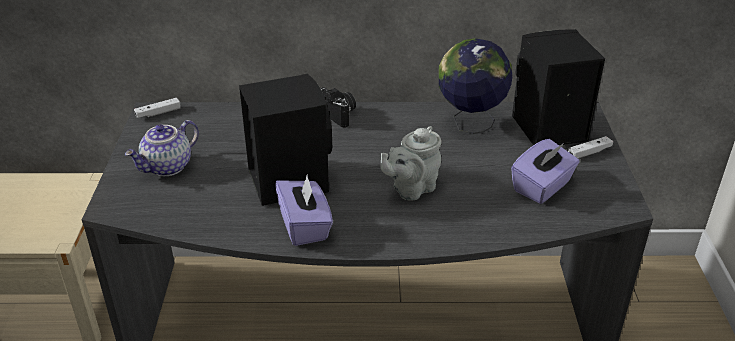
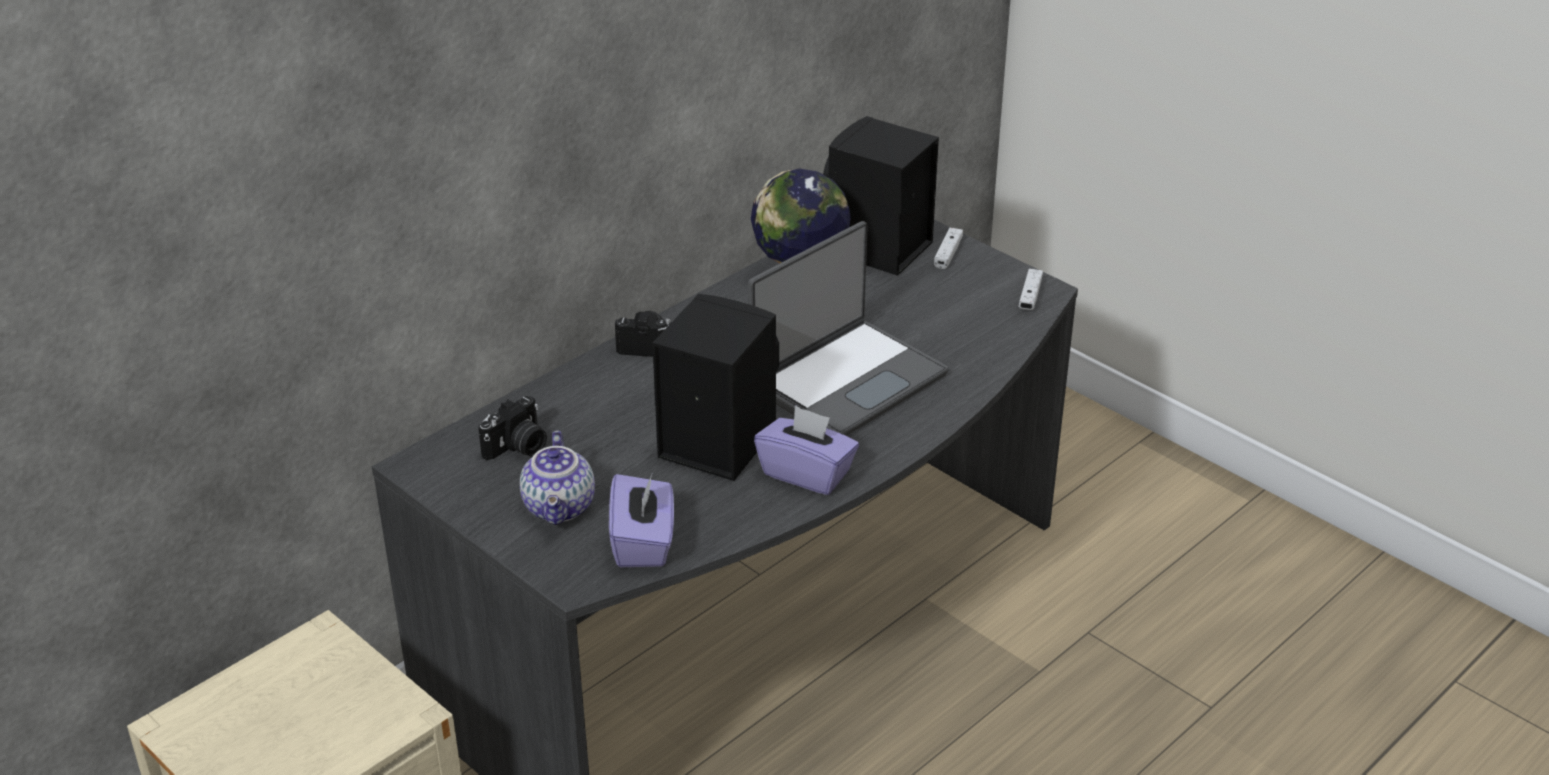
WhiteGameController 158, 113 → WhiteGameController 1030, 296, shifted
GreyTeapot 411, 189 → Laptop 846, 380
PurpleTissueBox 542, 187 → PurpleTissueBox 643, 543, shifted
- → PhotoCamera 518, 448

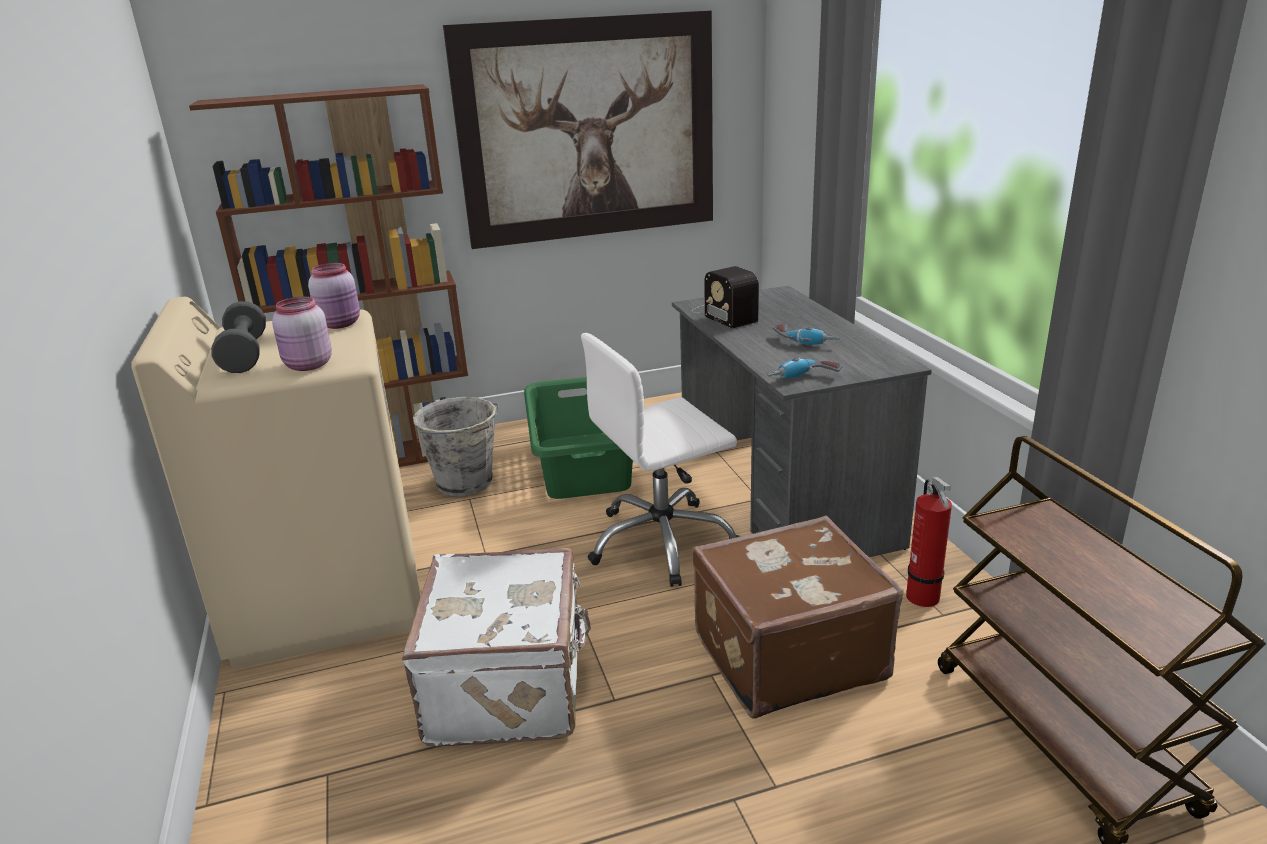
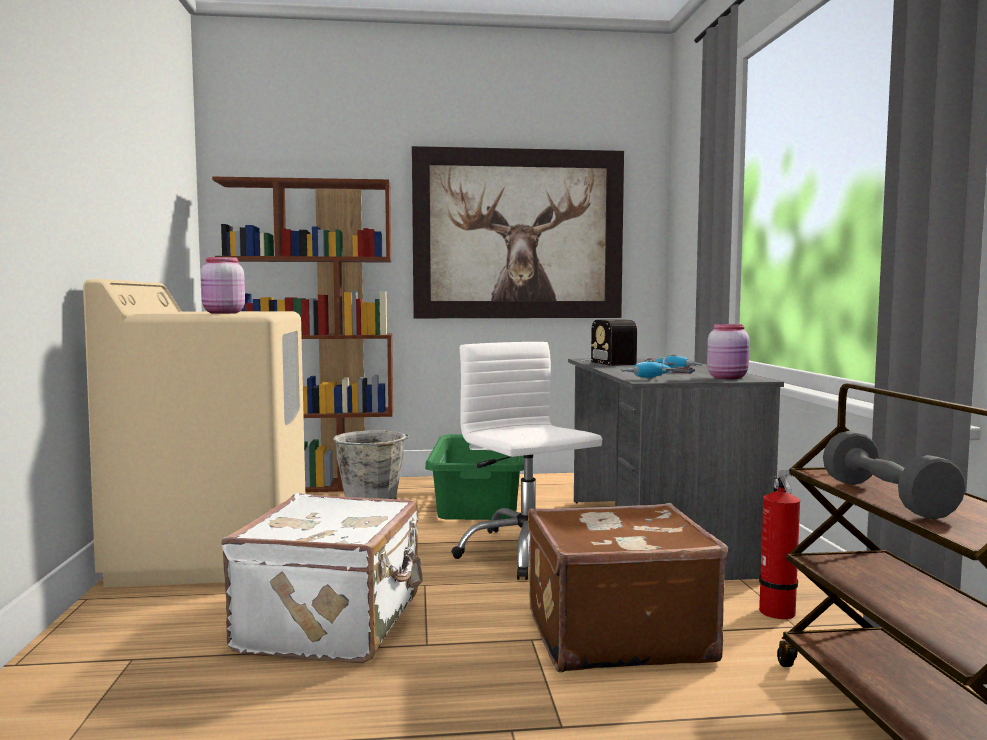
PinkJar 341, 324 → PinkJar 728, 377, shifted
GreyDumbbell 245, 355 → GreyDumbbell 886, 498, shifted
WhiteOfficeChair 662, 542 → WhiteOfficeChair 526, 552, 75 degrees clockwise

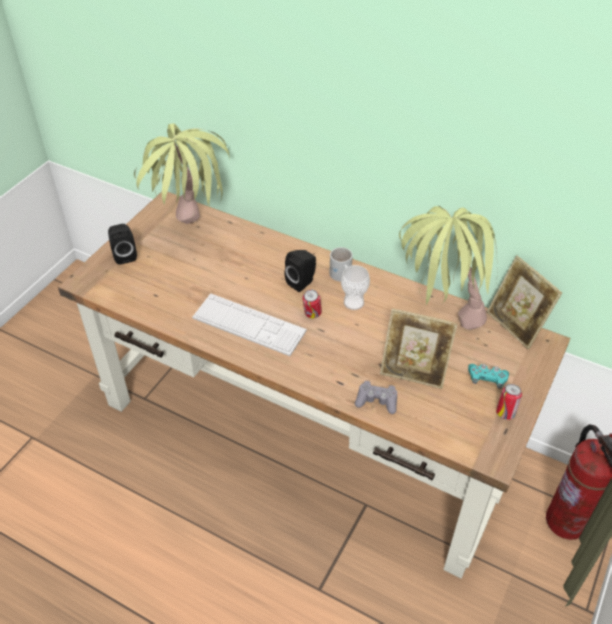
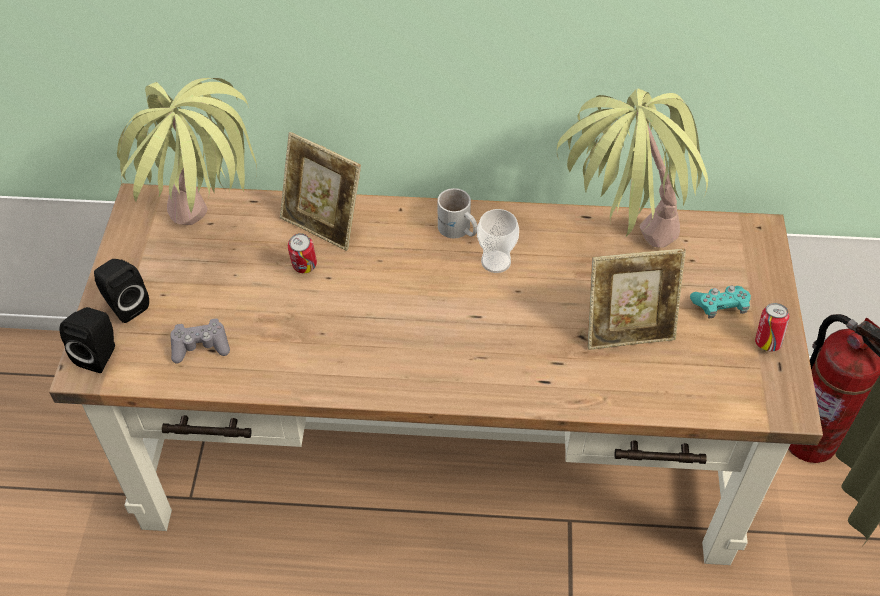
BlackSpeaker 302, 282 → BlackSpeaker 100, 354, shifted
PictureFrame 515, 326 → PictureFrame 323, 224, shifted
Can 312, 315 → Can 304, 268, shifted
Keyboard 249, 325 → -
GreyGameController 376, 401 → GreyGameController 200, 346, shifted

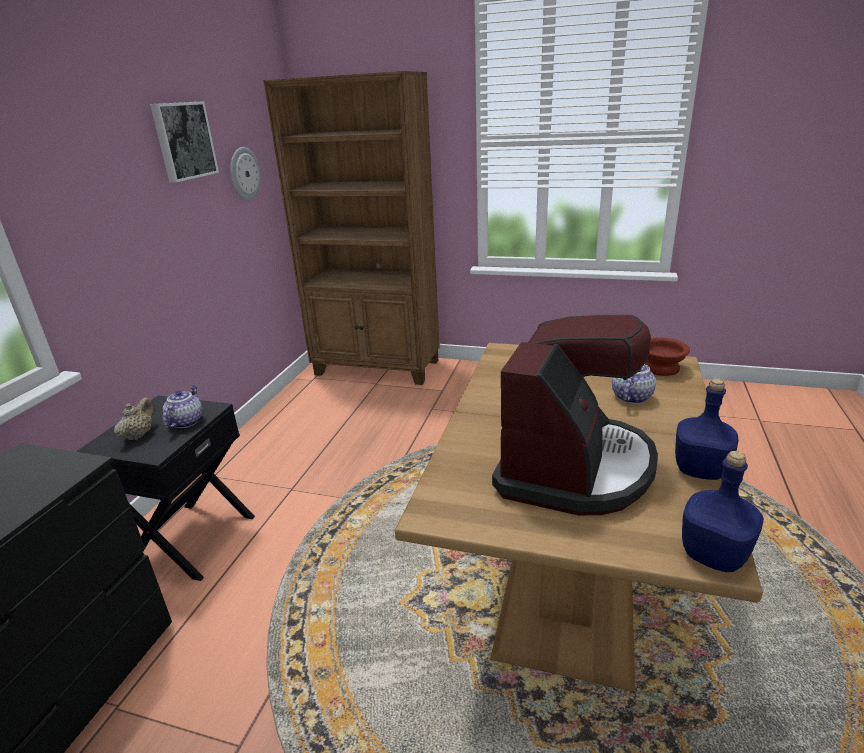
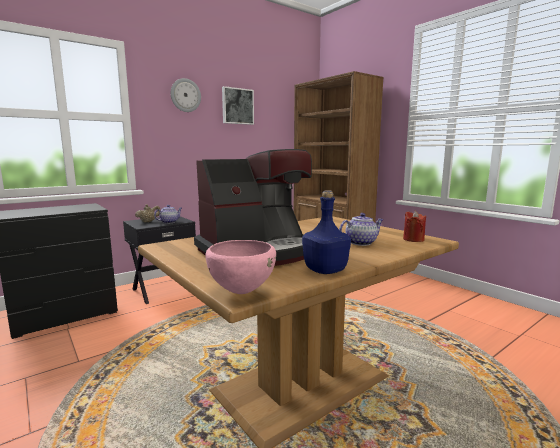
WallClock 244, 174 → WallClock 185, 95, shifted
BrownBowl 660, 369 → RedCandle 413, 239
BlueBottle 712, 554 → PinkBowl 241, 292

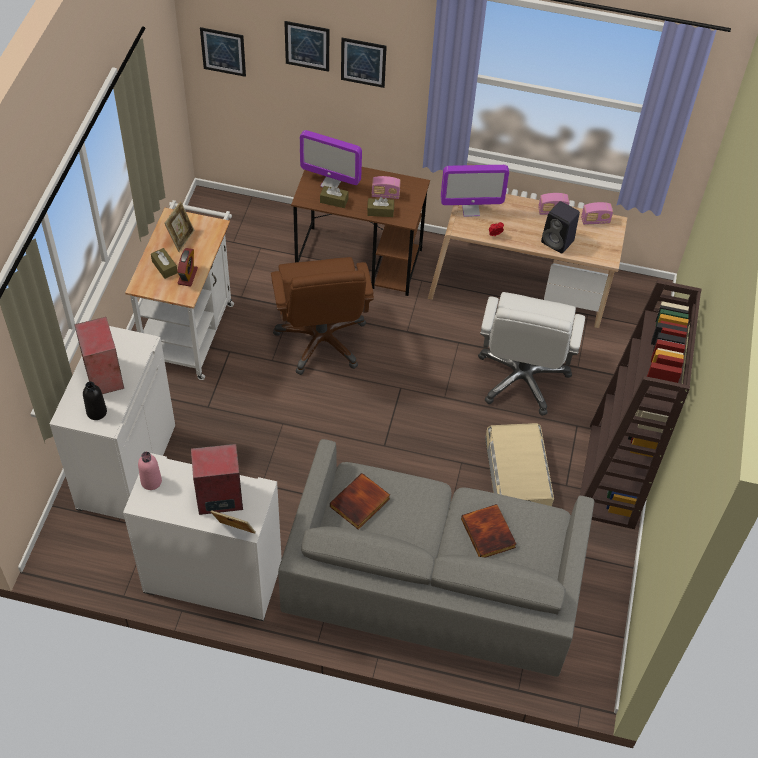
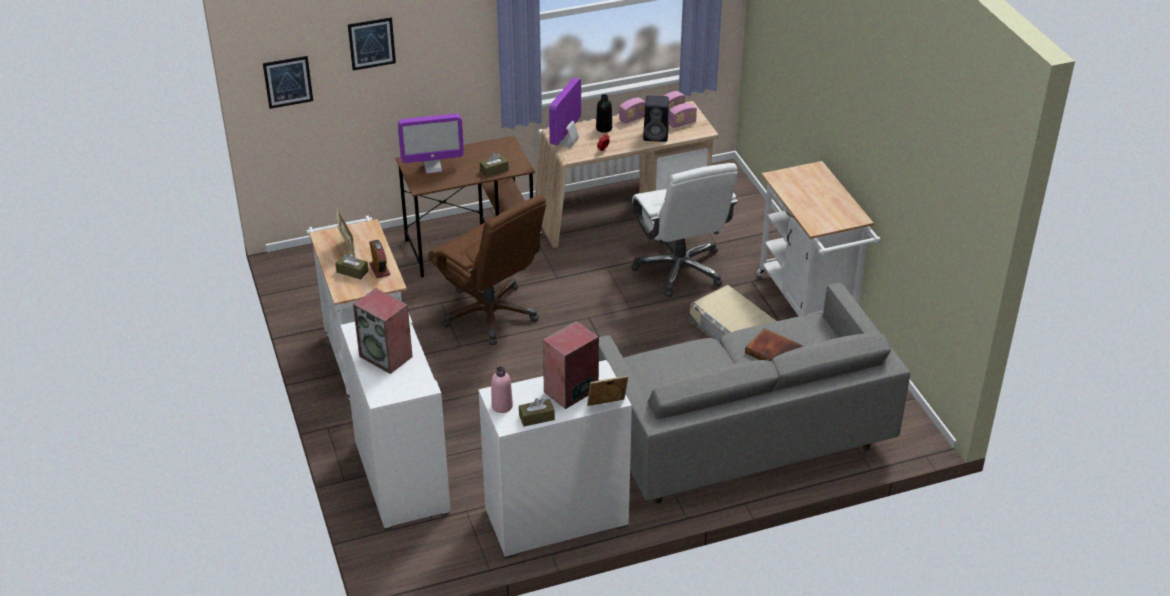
Picture 363, 62 → -
Monitor 470, 210 → Monitor 567, 141, 150 degrees clockwise
Radio 385, 195 → Radio 682, 123, shifted
BrownTissueBox 334, 200 → BrownTissueBox 536, 417, shifted
BrownBookcase 612, 476 → WhiteCart 809, 301
BlackBottle 96, 412 → BlackBottle 604, 128, shifted
Book 360, 503 → -

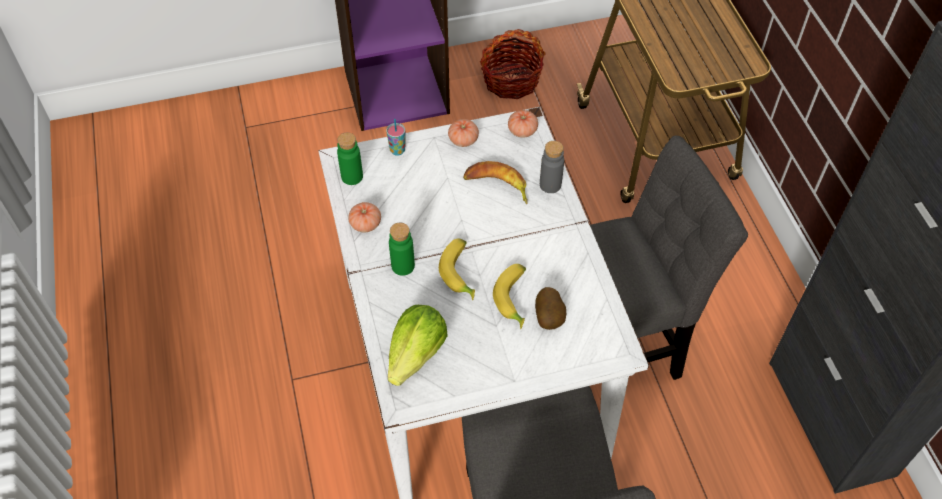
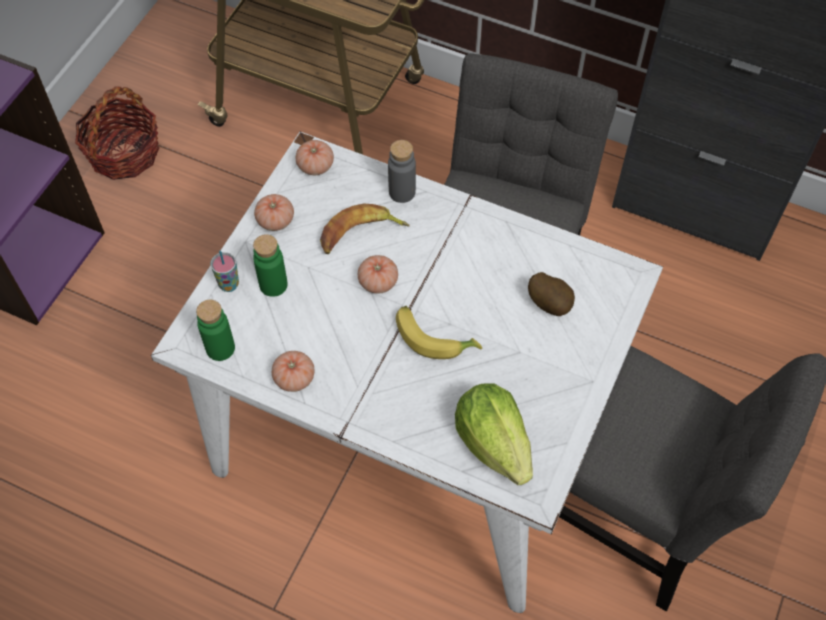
GreenBottle 403, 266 → GreenBottle 273, 284, shifted
Banana 516, 299 → -
- → Tomato 378, 282

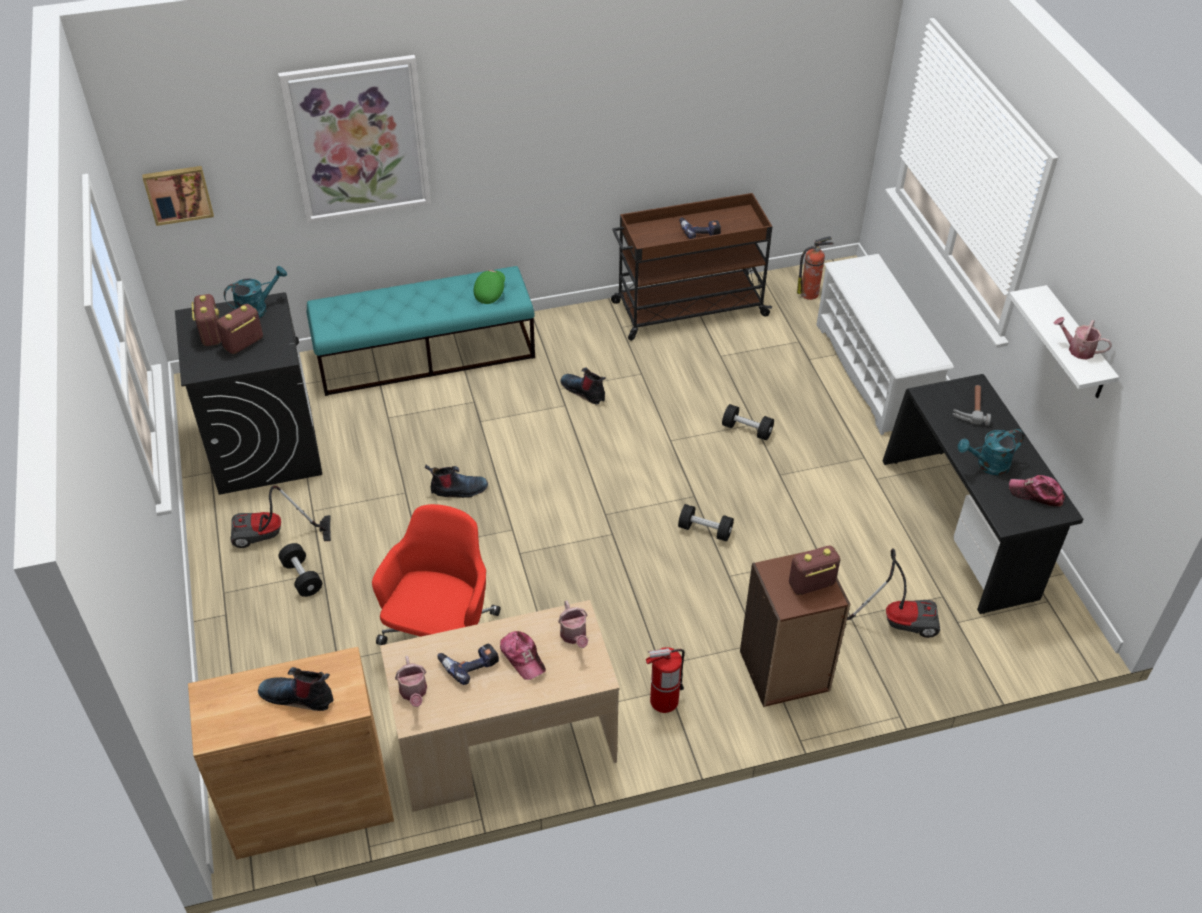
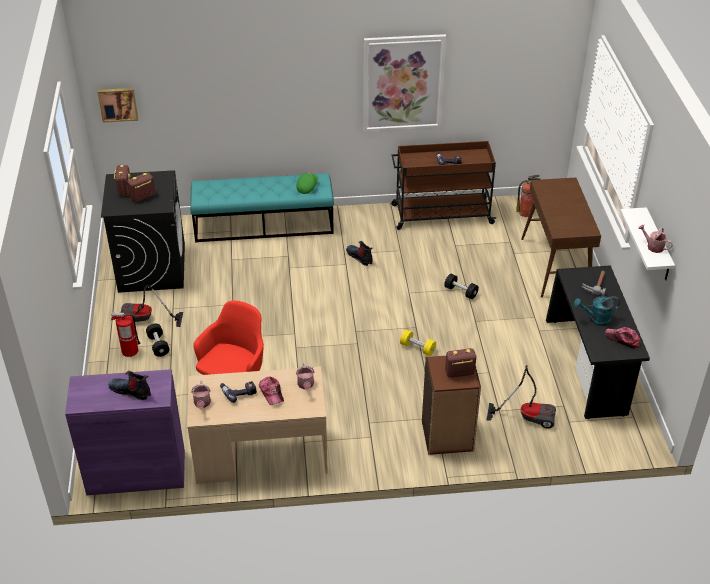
Picture 358, 140 → Picture 403, 83, shifted
WhiteShoeRack 874, 372 → BrownConsoleTable 555, 266
TurquoiseWateringCan 257, 309 → -
Boot 458, 490 → -
BlackDumbbell 705, 530 → YellowDumbbell 417, 348
BrownCabinet 311, 806 → PurpleCabinet 136, 472
FireExtinguisher 663, 701 → FireExtinguisher 129, 351, shifted

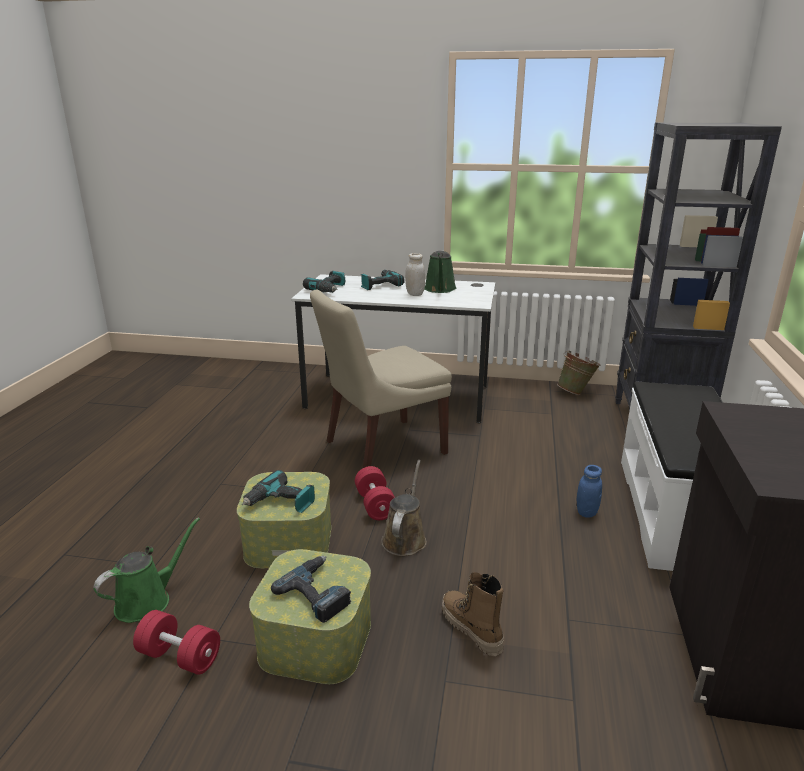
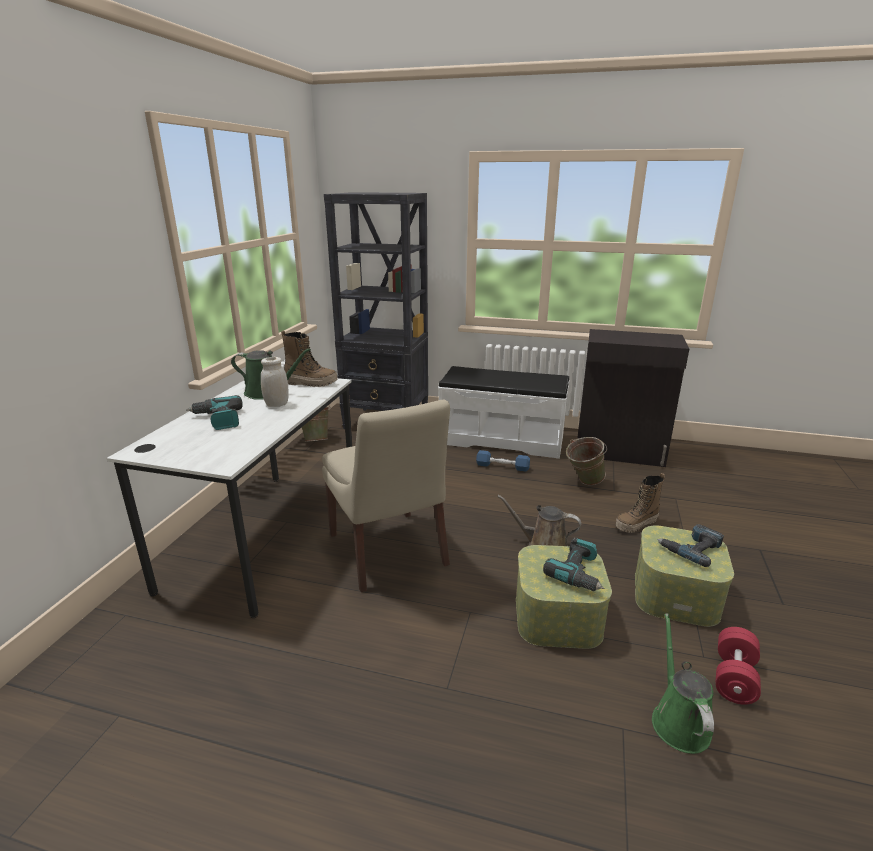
PowerDrill 329, 289 → -
BlueJar 586, 512 → BlueDumbbell 502, 466
RedDumbbell 375, 505 → -
GreenWateringCan 148, 601 → GreenWateringCan 678, 720, 45 degrees clockwise
- → Boot 311, 383
- → GreenBucket 583, 482

